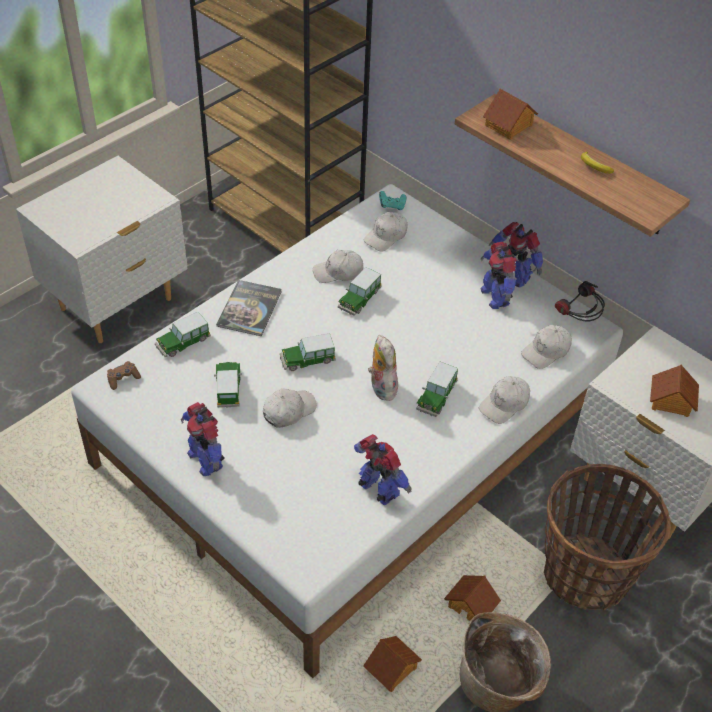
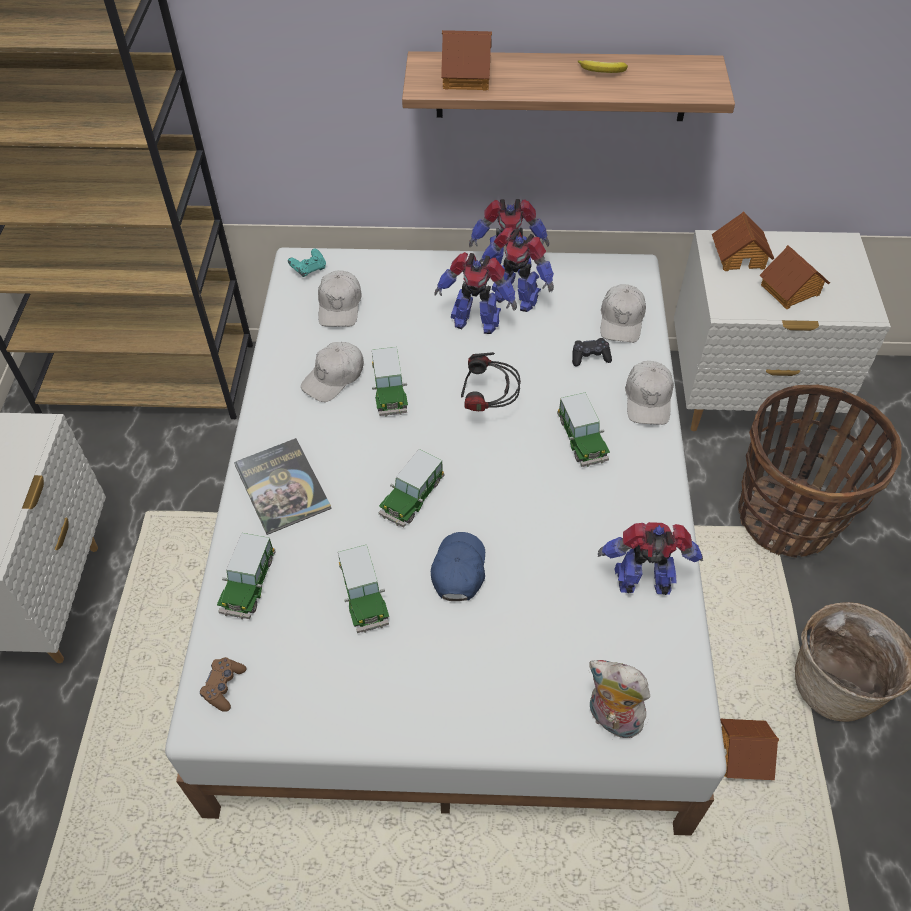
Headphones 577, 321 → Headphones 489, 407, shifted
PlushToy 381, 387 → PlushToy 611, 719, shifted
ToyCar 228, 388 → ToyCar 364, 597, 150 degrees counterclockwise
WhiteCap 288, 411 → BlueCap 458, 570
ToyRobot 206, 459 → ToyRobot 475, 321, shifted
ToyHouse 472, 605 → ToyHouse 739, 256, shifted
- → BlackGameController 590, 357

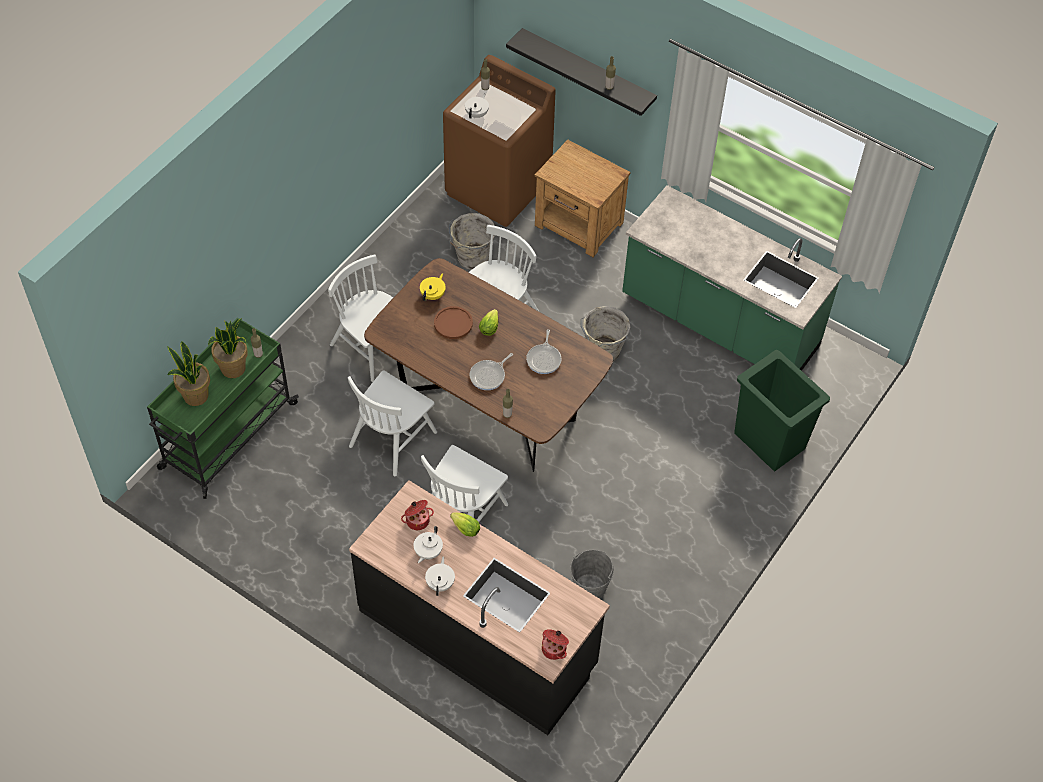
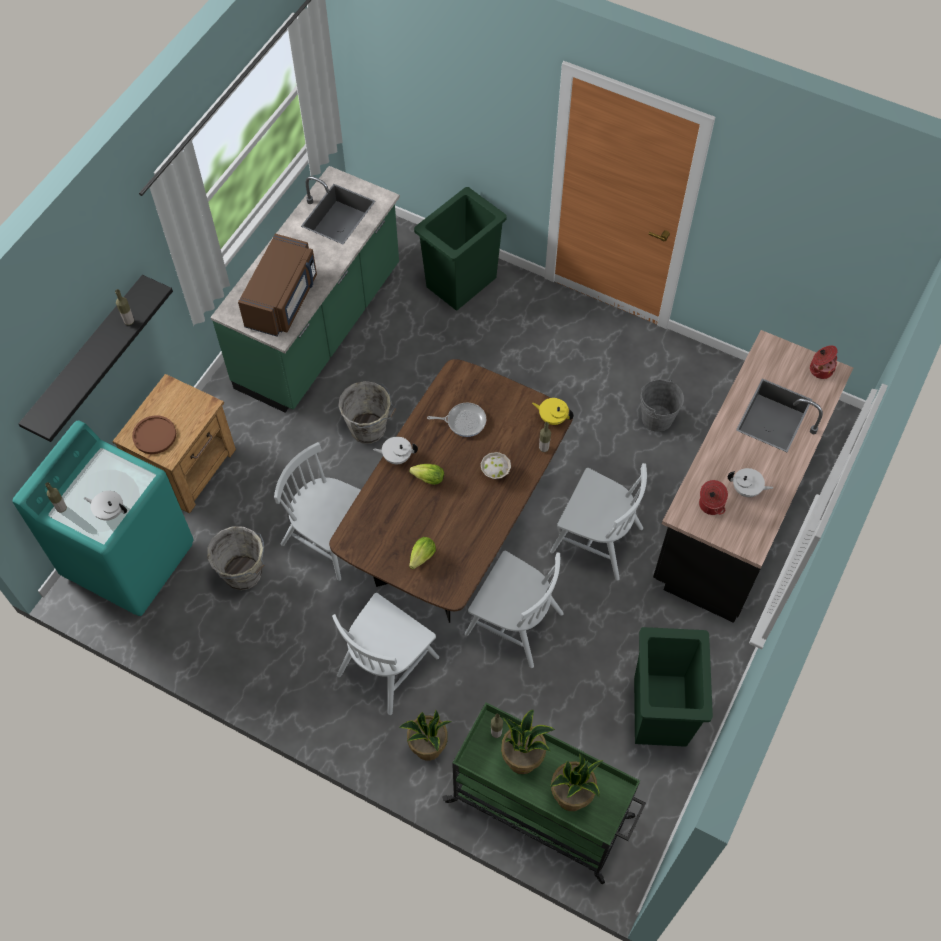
BrownWashingMachine 498, 188 → TurquoiseWashingMachine 129, 559
YellowTeapot 433, 295 → YellowTeapot 552, 418, shifted
BrownPlate 453, 323 → BrownPlate 154, 435, shifted
FryingPan 489, 376 → WhiteBowl 495, 471
Lettuce 464, 528 → Lettuce 421, 558, shifted
WhiteTeapot 440, 583 → WhiteTeapot 397, 457, shifted
- → BrownMicrowave 283, 300
- → GreenTrashCan 659, 712
- → PottedPlant 428, 747

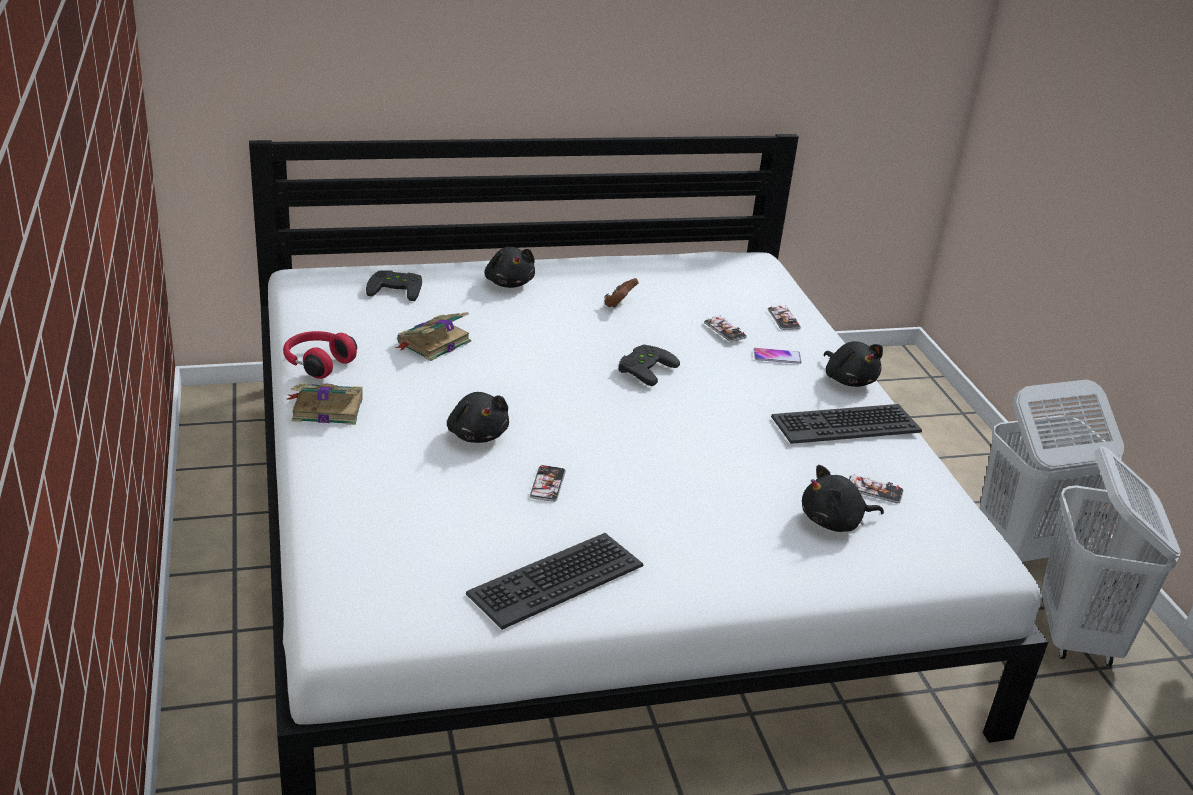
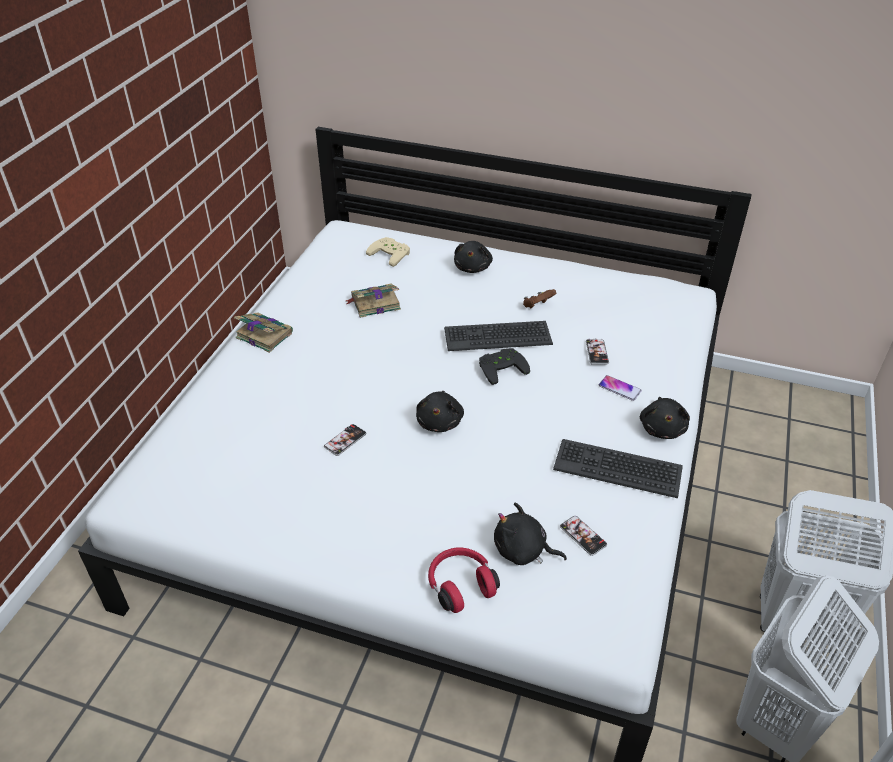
BlackGameController 397, 288 → BeigeGameController 391, 253
Phone 783, 319 → -
RedHeadphones 317, 363 → RedHeadphones 460, 585, shifted
BlackPlushToy 477, 434 → BlackPlushToy 440, 421, shifted
Keyboard 555, 580 → Keyboard 497, 336, shifted

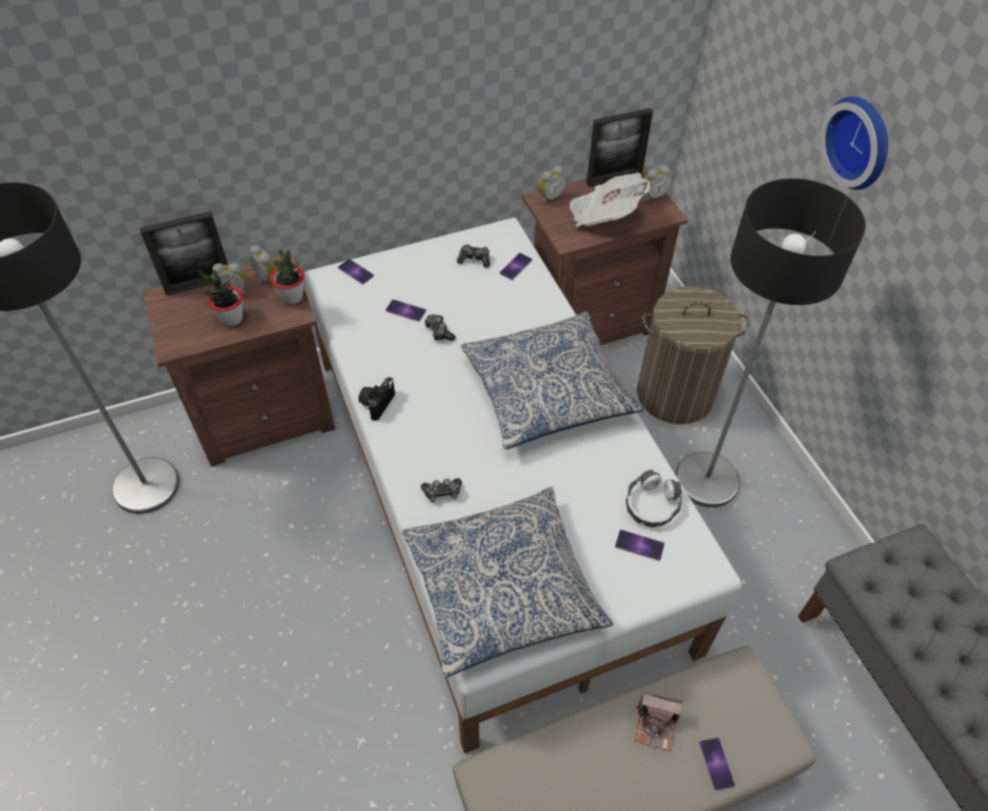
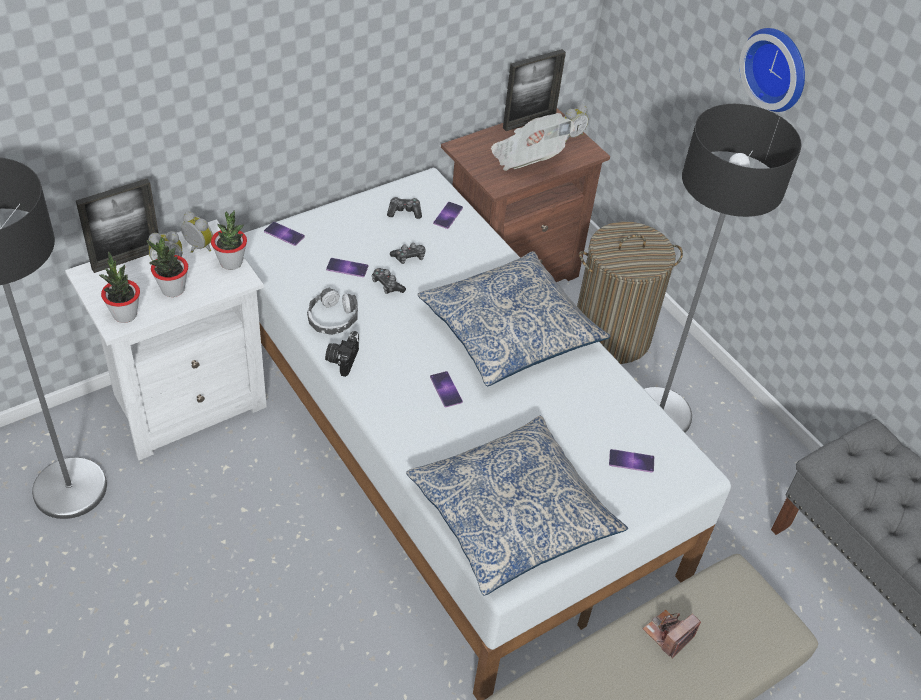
AlarmClock 549, 197 → -
BrownNightstand 266, 415 → WhiteNightstand 186, 401
Headphones 652, 504 → Headphones 332, 318, shifted
GameController 442, 493 → GameController 409, 257, shifted
PhotoCamera 655, 726 → PhotoCamera 668, 634, 135 degrees clockwise
Phone 716, 763 → Phone 446, 389, shifted
- → PottedPlant 125, 314

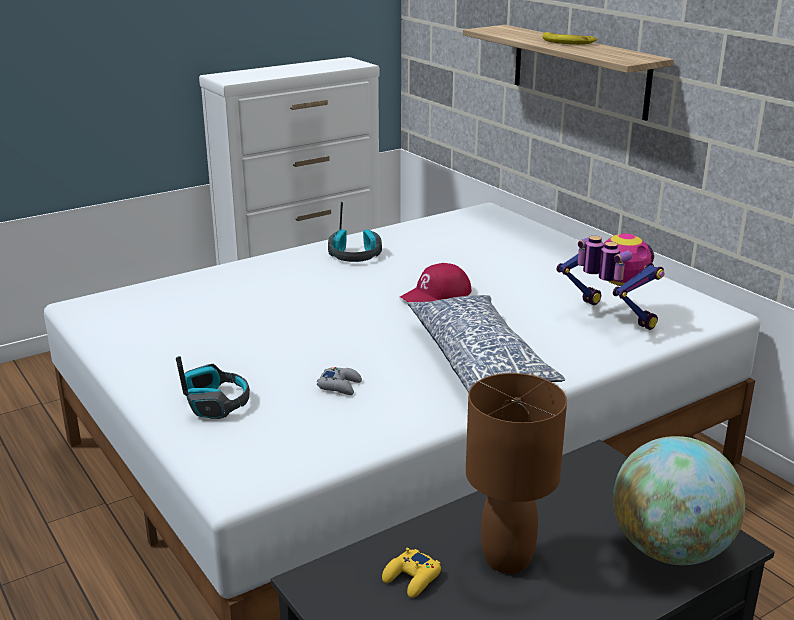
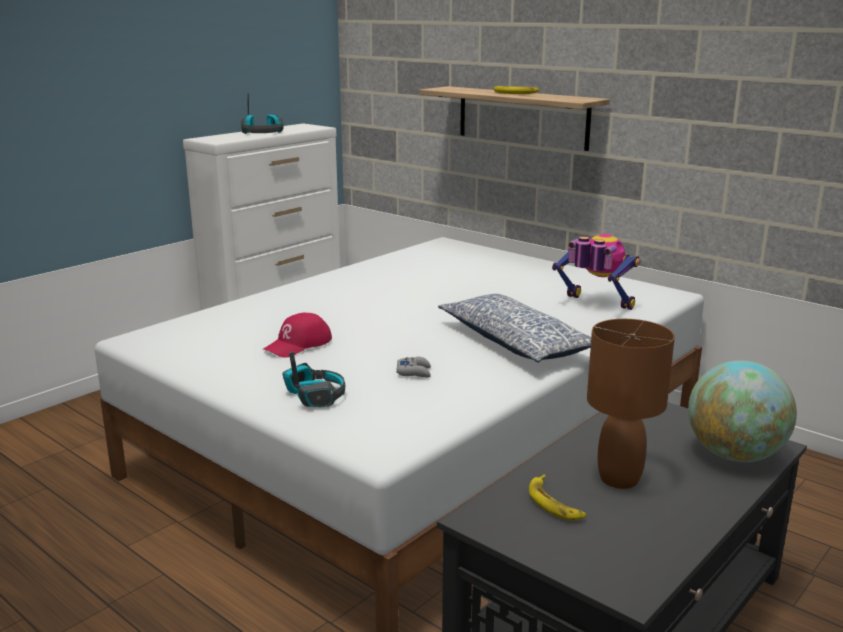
Headphones 355, 255 → Headphones 262, 133, shifted
RedCap 436, 295 → RedCap 298, 344, shifted
YellowGameController 412, 578 → Banana 554, 503

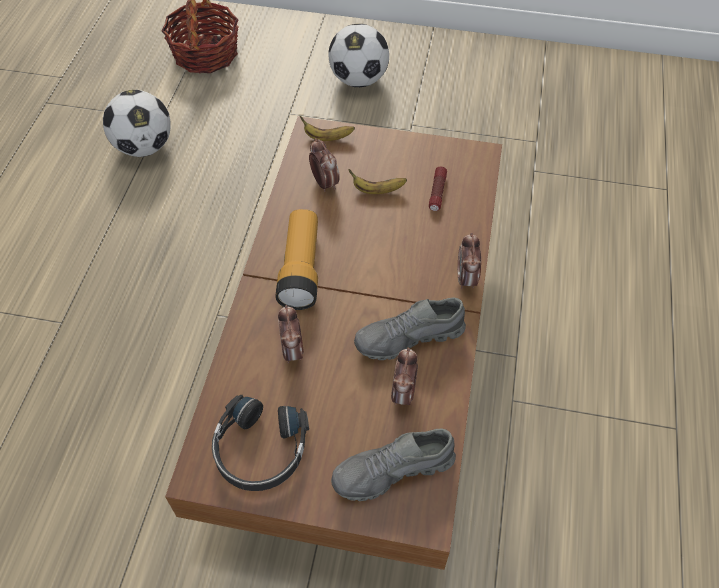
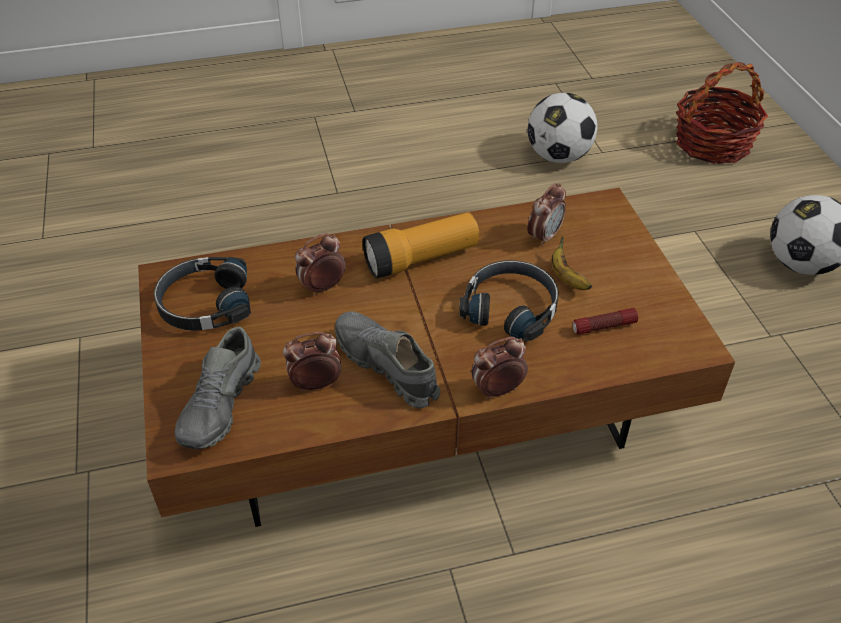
Banana 327, 138 → -
GreyShoe 393, 471 → GreyShoe 221, 405, 120 degrees counterclockwise
- → BlackHeadphones 511, 308

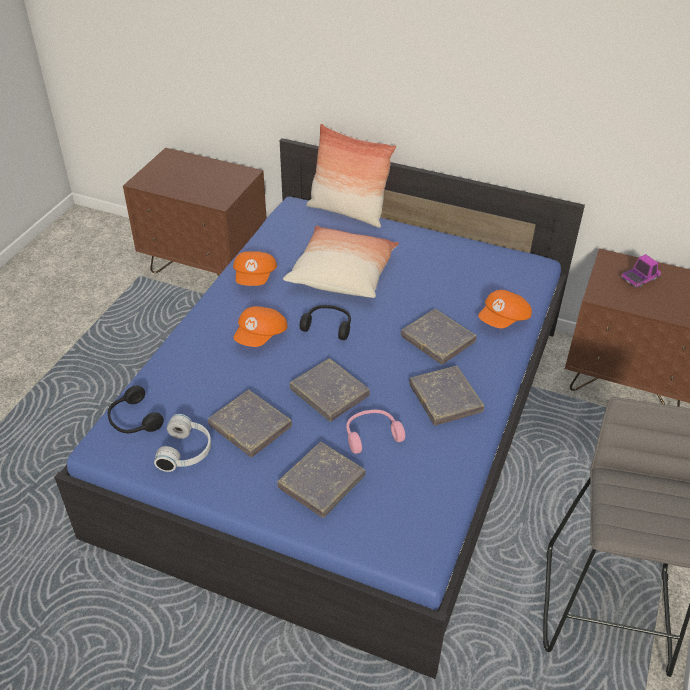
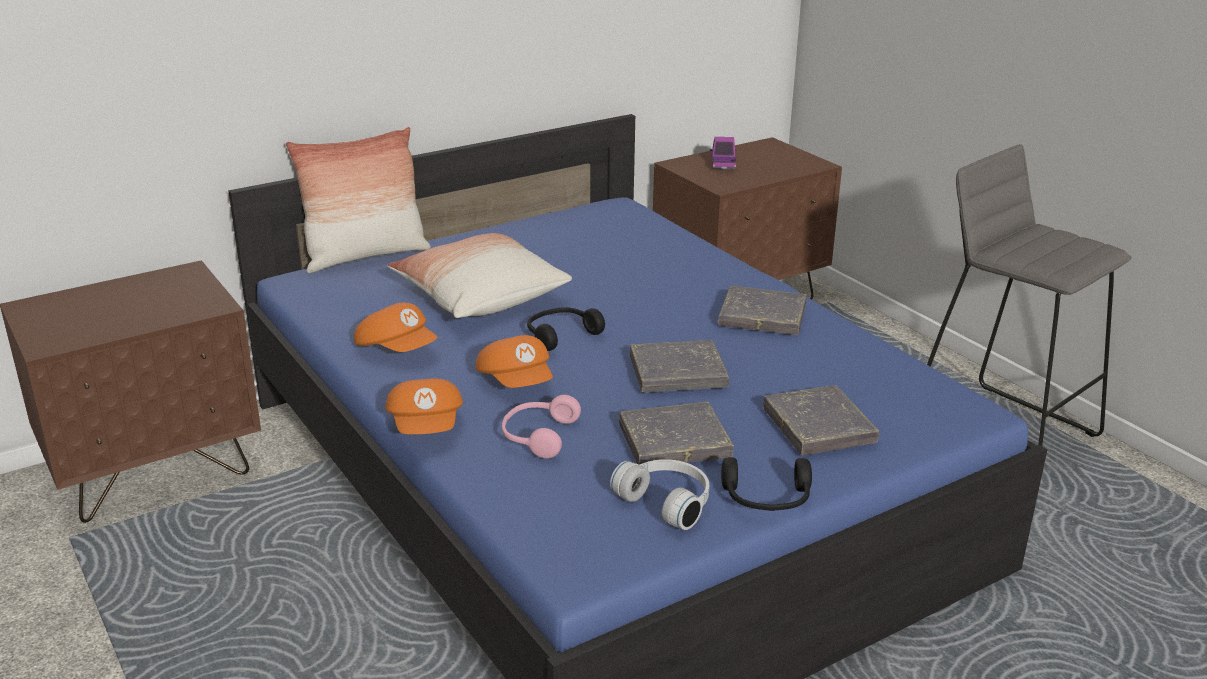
OrangeCap 504, 320 → OrangeCap 427, 427, shifted
GreyBook 438, 340 → -
BlackHeadphones 133, 420 → BlackHeadphones 767, 500, shifted
PinkHeadphones 371, 434 → PinkHeadphones 537, 436, shifted

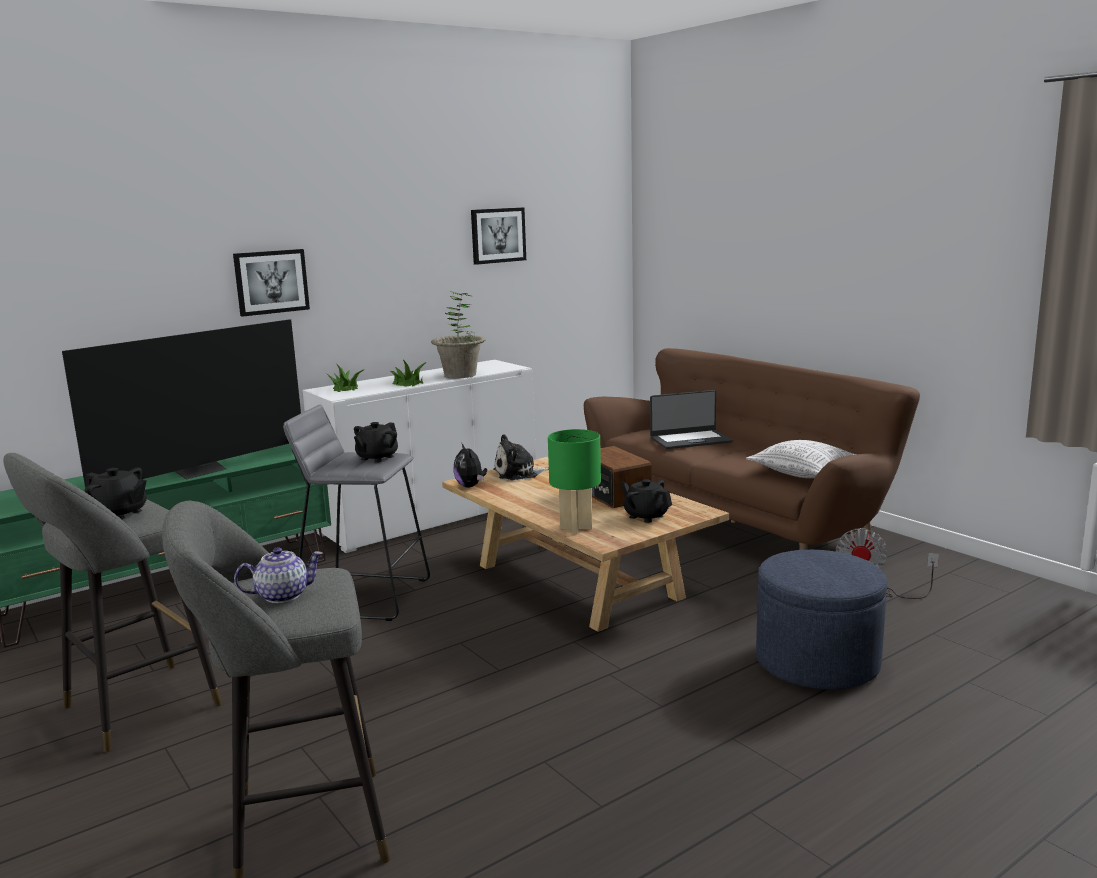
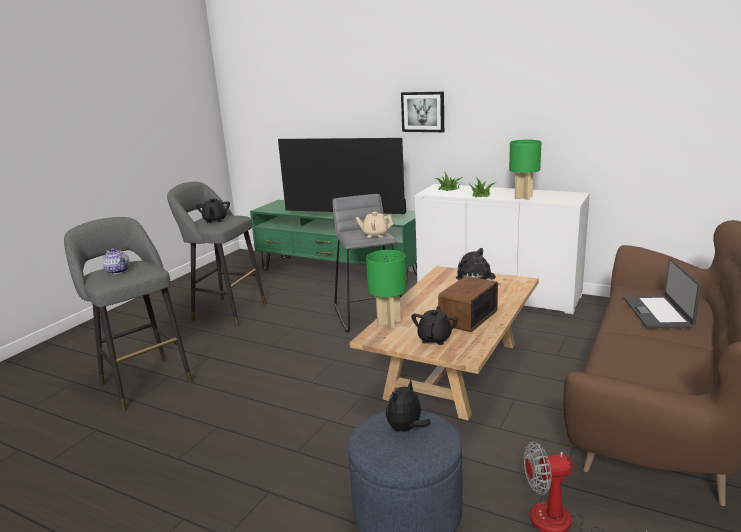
Picture 497, 235 → -
PottedPlant 460, 375 → GreenTableLamp 523, 198
Laptop 690, 440 → Laptop 658, 312, 45 degrees clockwise
BlackTeapot 377, 458 → BeigeTeapot 375, 234
Pillow 804, 472 → -
PlushToy 470, 486 → PlushToy 406, 429, shifted

